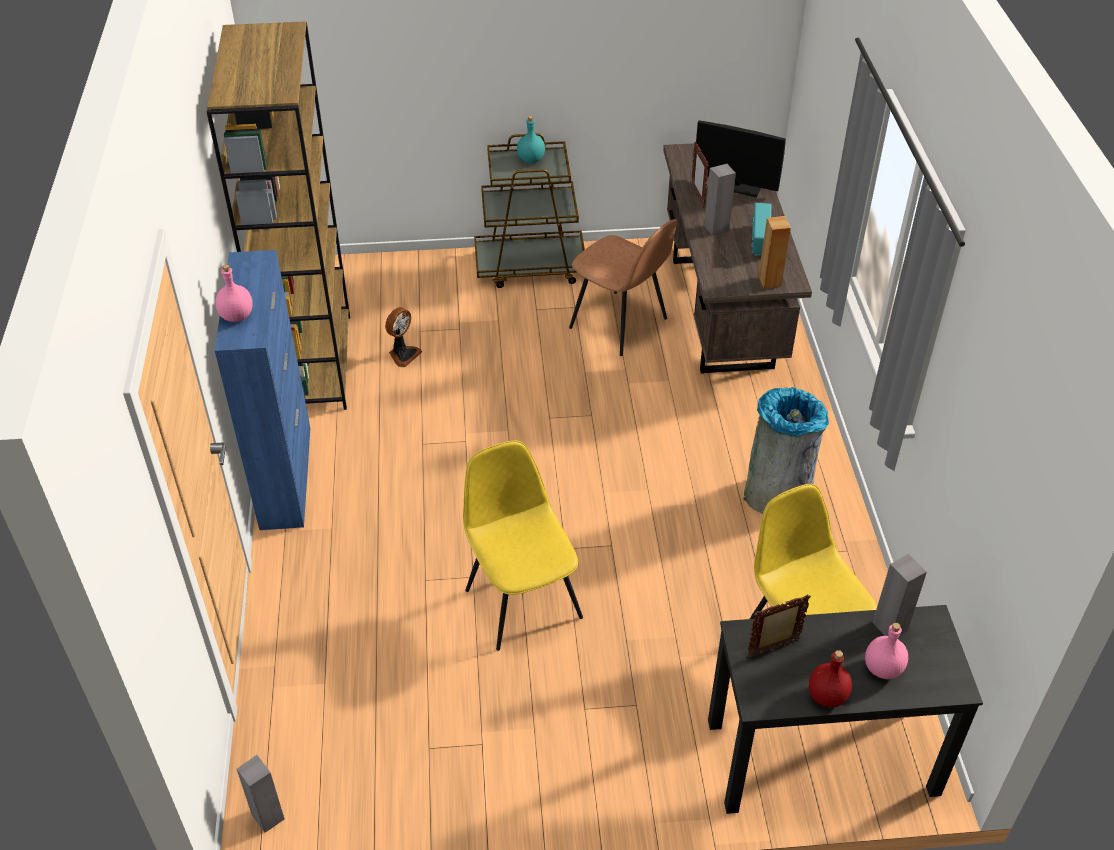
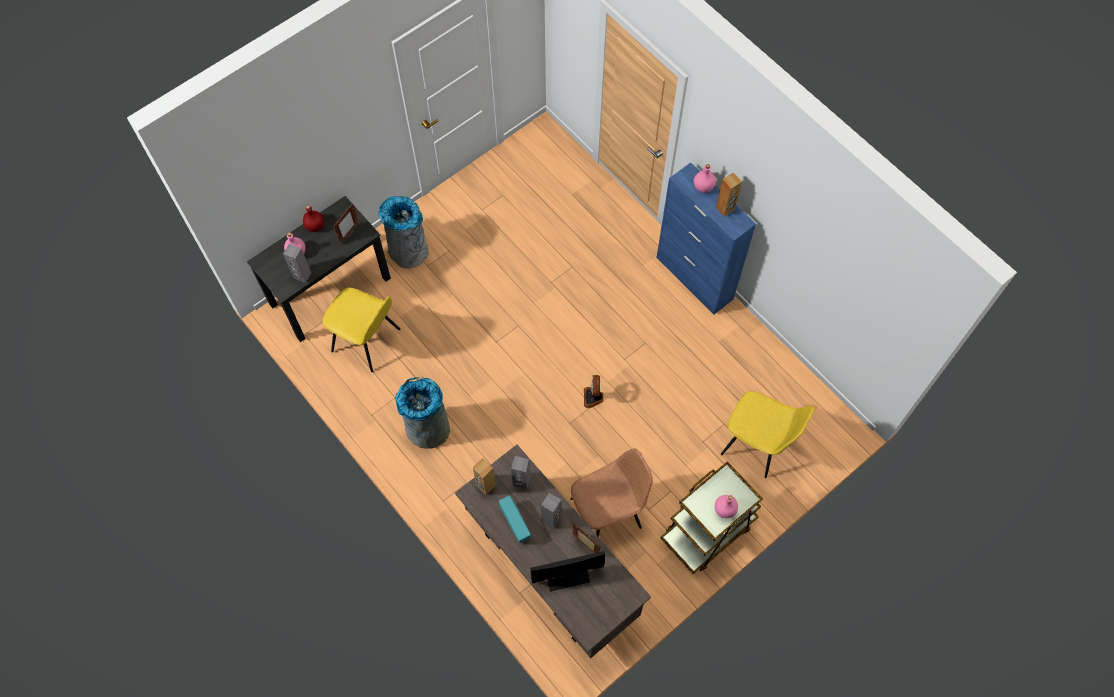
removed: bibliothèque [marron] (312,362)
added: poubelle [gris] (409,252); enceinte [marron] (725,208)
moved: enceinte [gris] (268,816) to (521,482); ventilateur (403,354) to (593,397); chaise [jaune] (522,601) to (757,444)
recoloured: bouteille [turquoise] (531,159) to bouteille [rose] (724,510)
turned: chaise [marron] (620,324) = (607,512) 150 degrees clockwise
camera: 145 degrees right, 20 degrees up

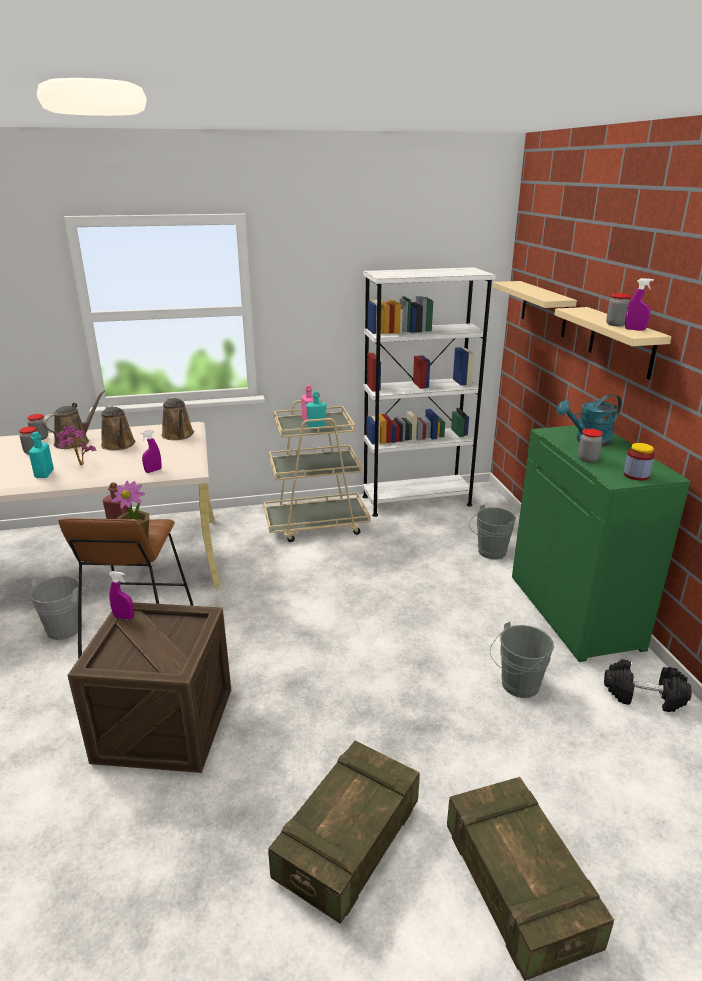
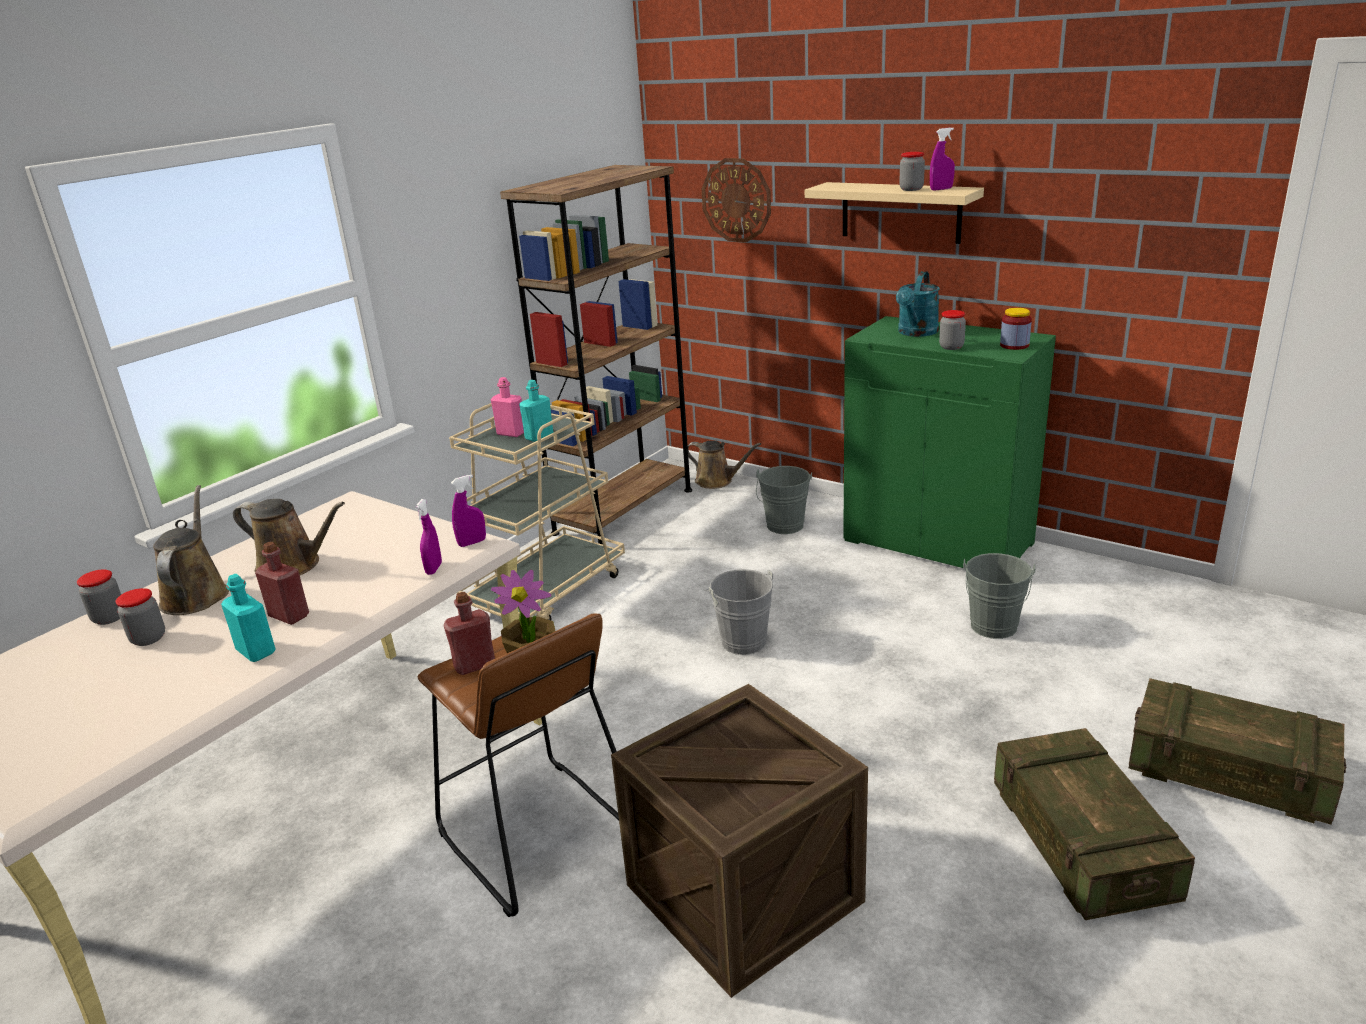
removed: haltère [noir] (643,697)
moved: vaporisateur [violet] (124,617) to (472,543); arrosoir [marron] (178,435) to (717,481); seau [gris] (67,627) to (741,639)
replaced: plante en pot (78,465) to bouteille [rouge] (289,616); étagère [beige] (544,308) to horloge murale (736,200)
recoloured: bibliothèque [blanc] (416,501) to bibliothèque [marron] (624,511)
camera: 40 degrees left, 0 degrees up

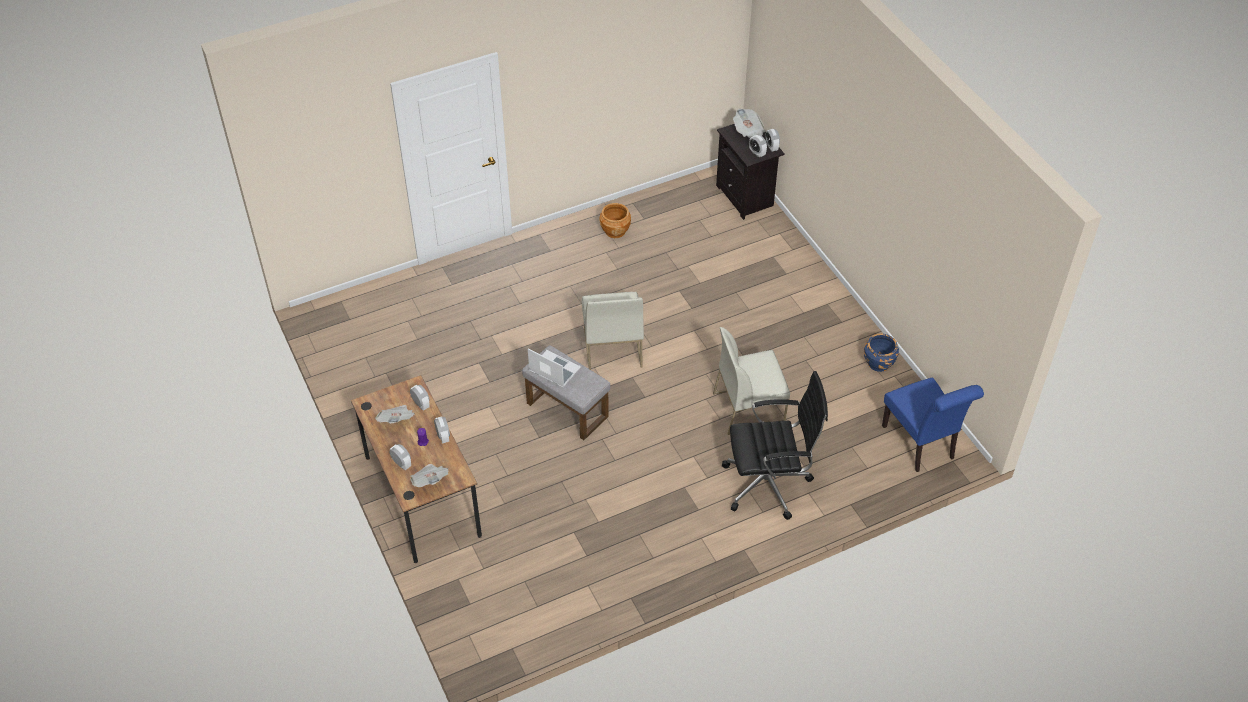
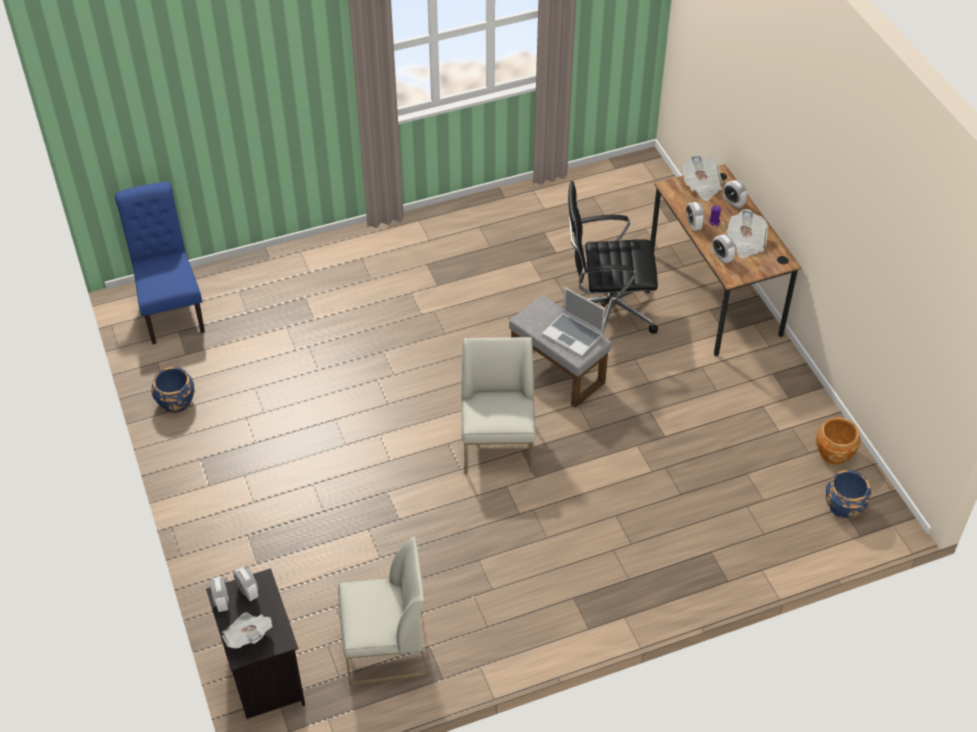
added: cache-pot [bleu] (843,506)
moved: chaise [blanc] (749,408) to (385,648); chaise de bureau [noir] (769,484) to (607,311); cache-pot [marron] (615,231) to (834,453)
camera: 175 degrees left, 0 degrees up

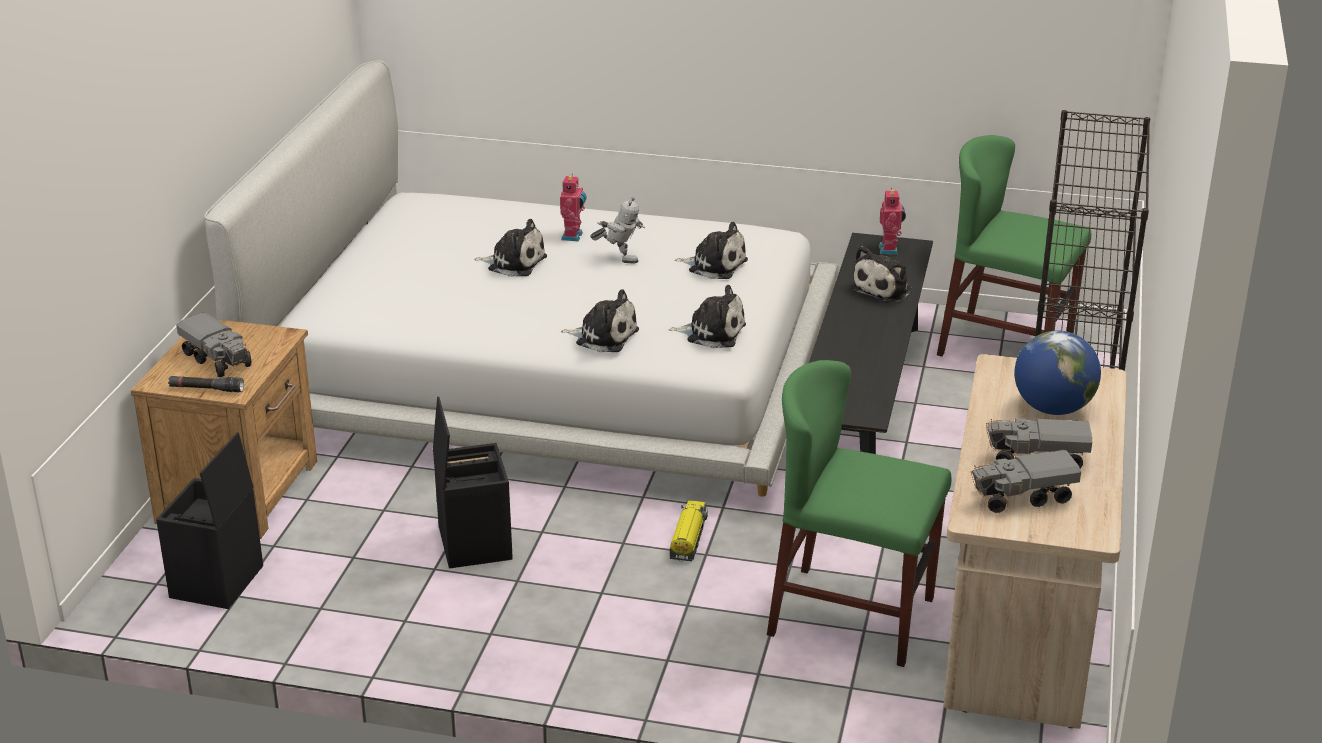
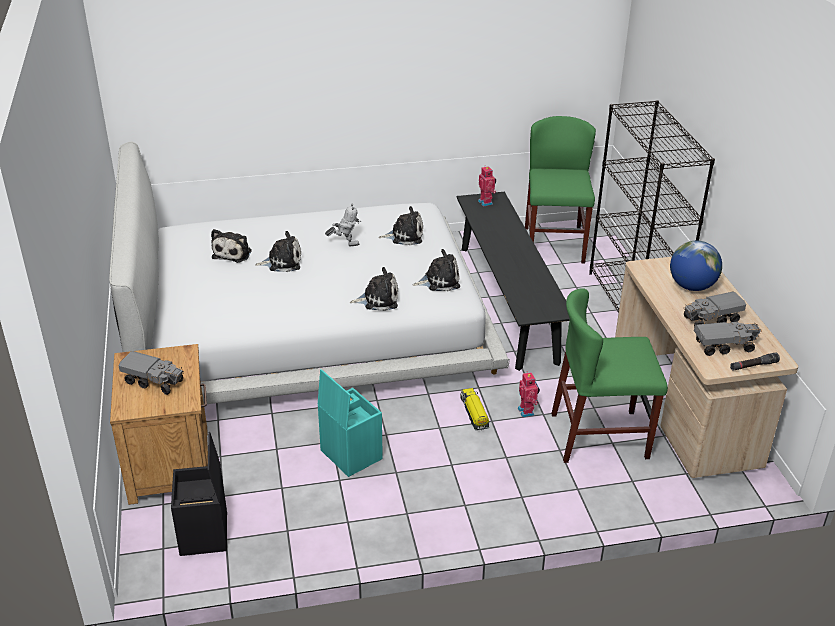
moved: peluche (884,289) to (233,253); robot jouet (573,236) to (527,411); lampe de poche [noir] (206,389) to (753,366)
recoloured: boîte de rangement [noir] (473,542) to boîte de rangement [turquoise] (349,454)
turned: chaise [vert] (1005,347) = (554,245) 90 degrees clockwise; camion jouet (1022,497) = (724,346) 150 degrees counterclockwise
camera: 25 degrees left, 5 degrees up

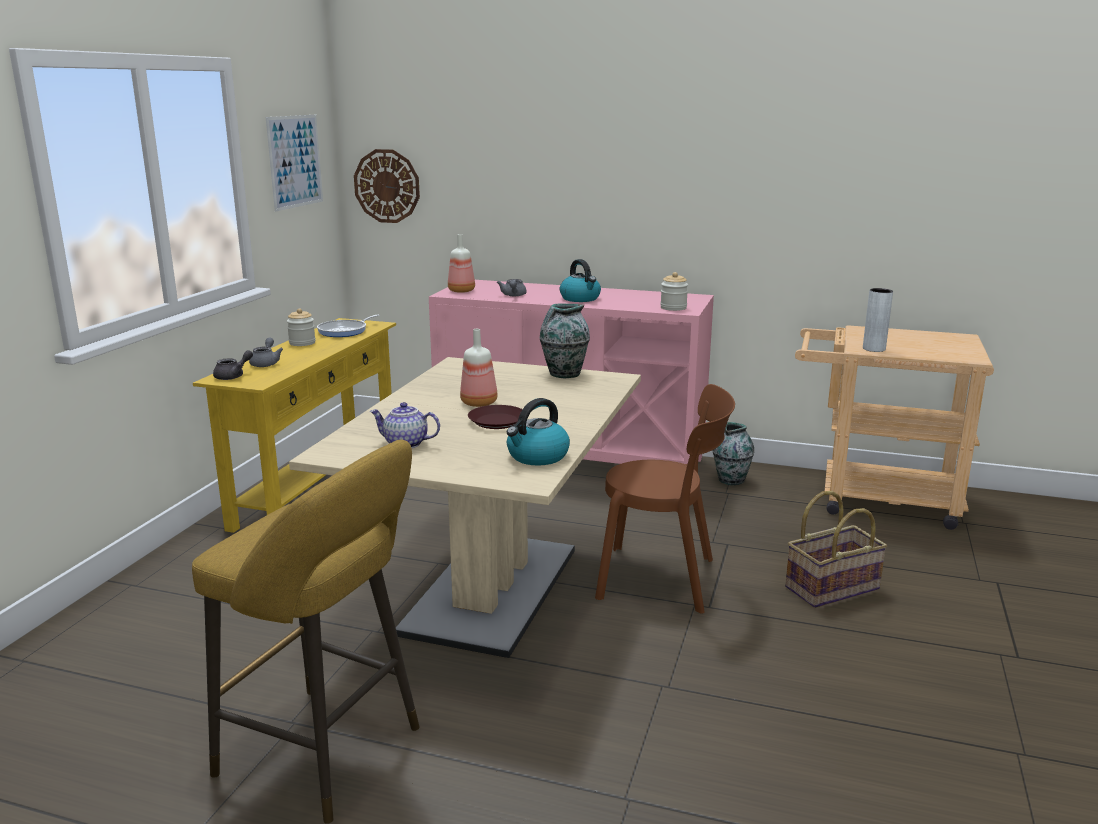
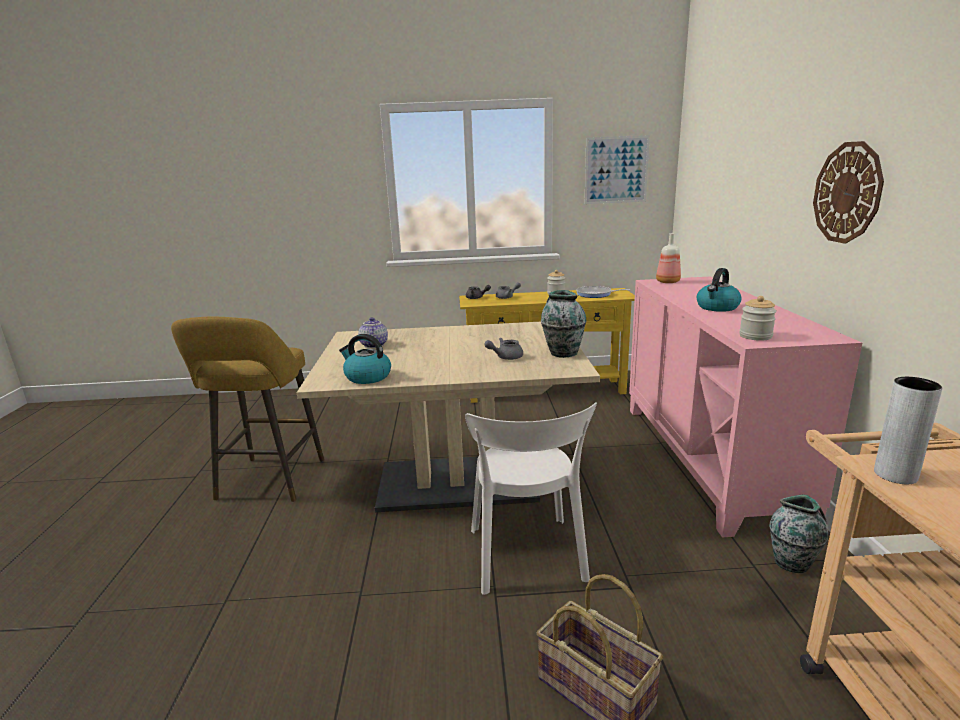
removed: bouteille (479,403); assiette [marron] (497,421)
moved: théière [gris] (513,295) to (505,357); horloge murale (387,186) to (847,193)
recoloured: chaise [marron] (663,579) to chaise [blanc] (527,558)
camera: 70 degrees right, 0 degrees up

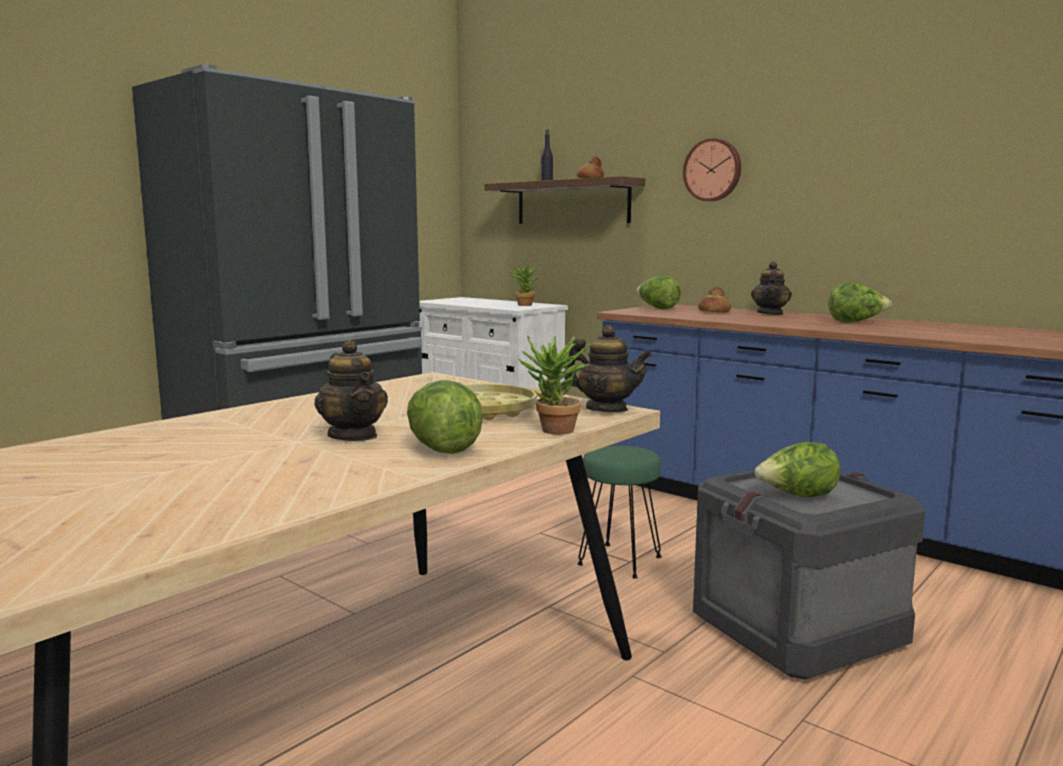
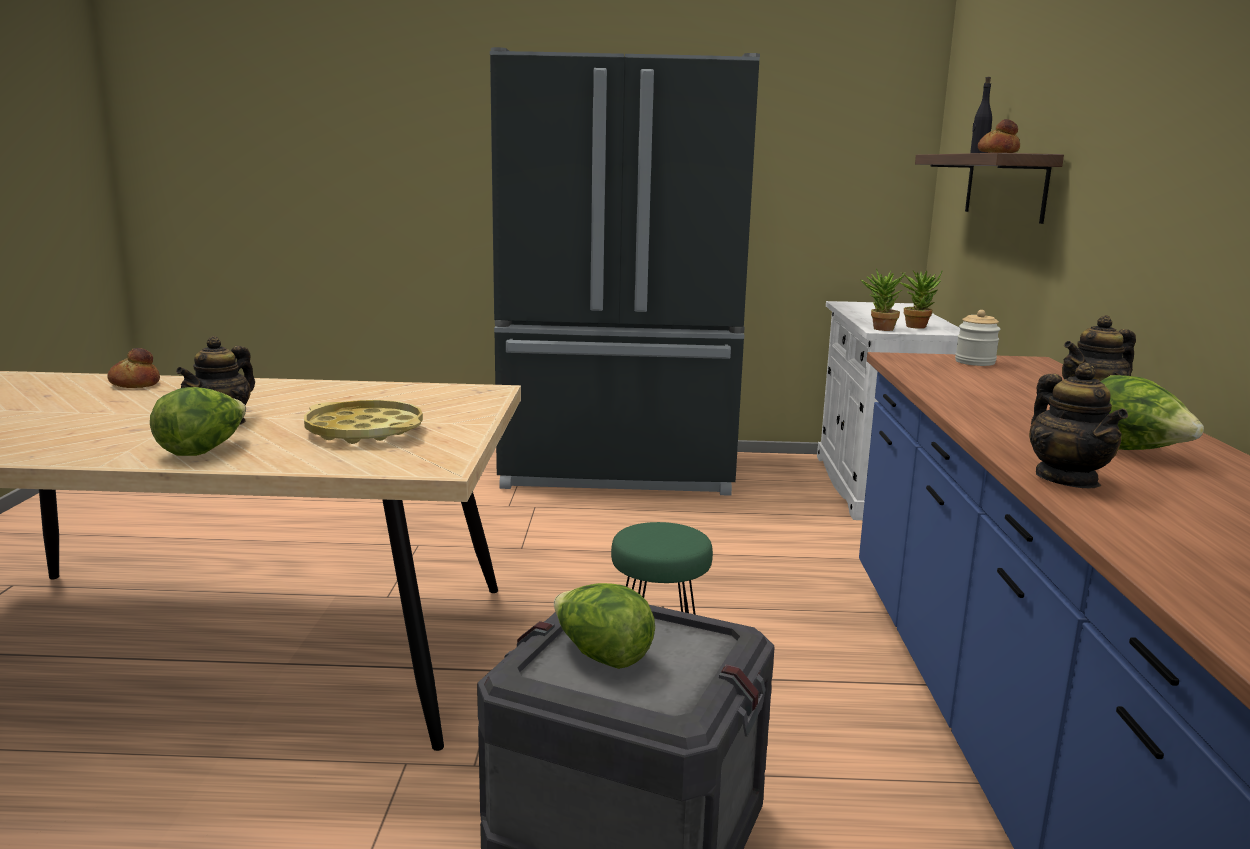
removed: horloge murale (713,170)
moved: pain (714,312) to (135,384); plante en pot (553,432) to (879,329); théière (606,409) to (1067,479)
replaced: laitue (657,308) to bocal (975,362)
camera: 50 degrees right, 5 degrees up

